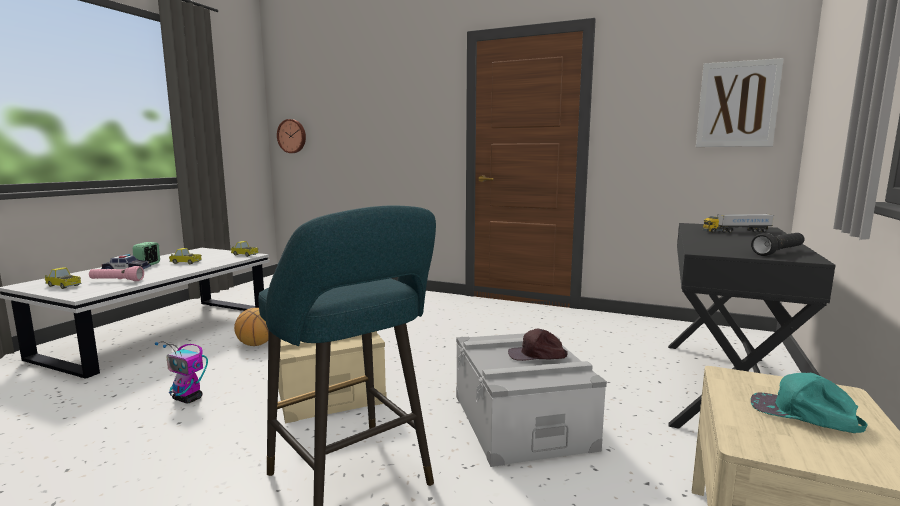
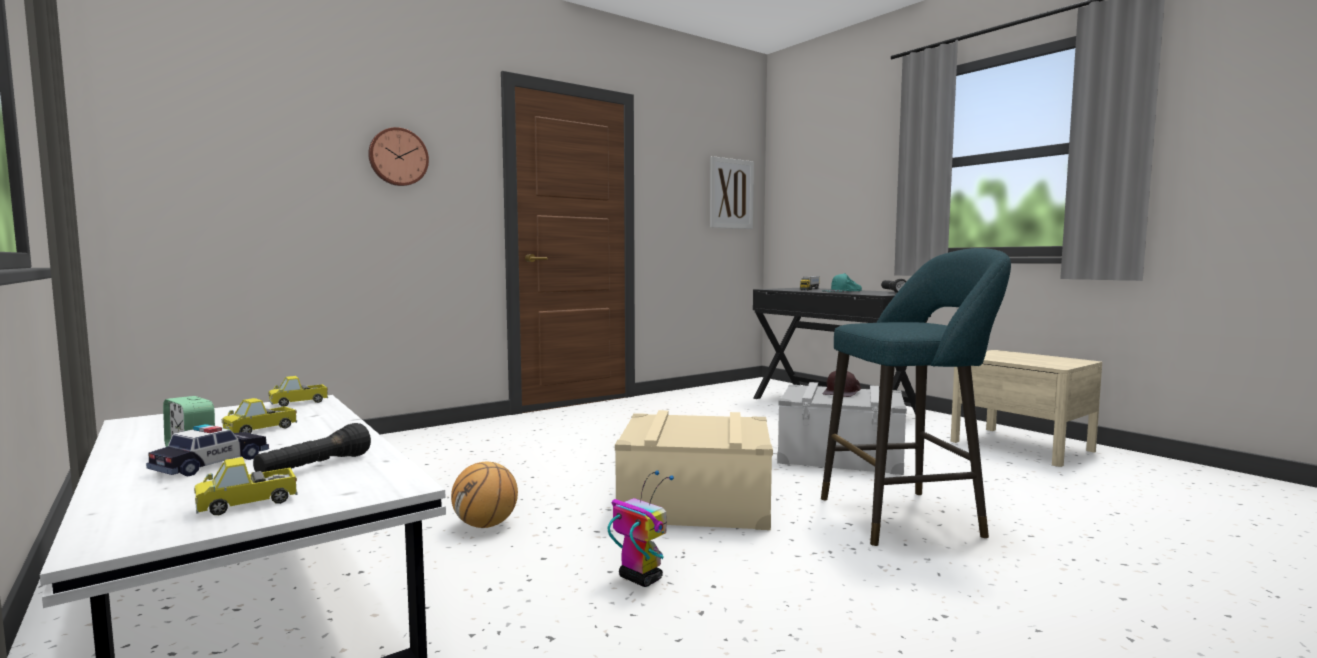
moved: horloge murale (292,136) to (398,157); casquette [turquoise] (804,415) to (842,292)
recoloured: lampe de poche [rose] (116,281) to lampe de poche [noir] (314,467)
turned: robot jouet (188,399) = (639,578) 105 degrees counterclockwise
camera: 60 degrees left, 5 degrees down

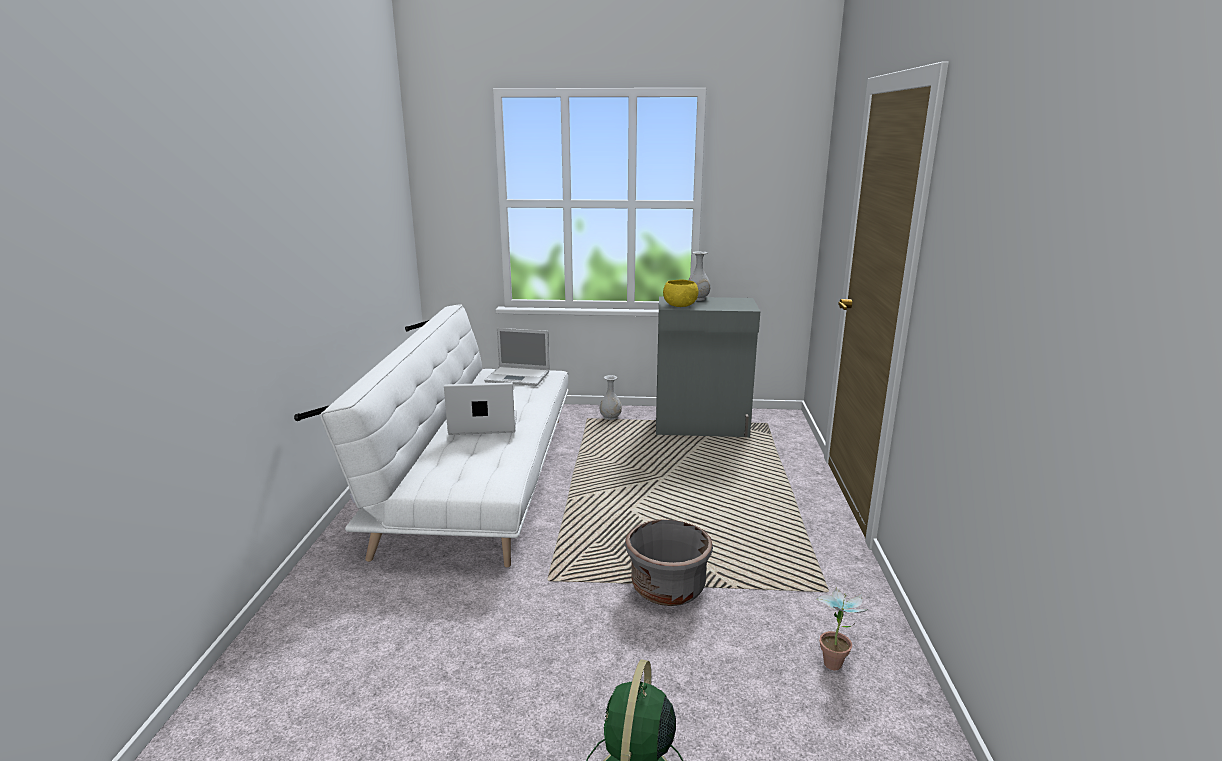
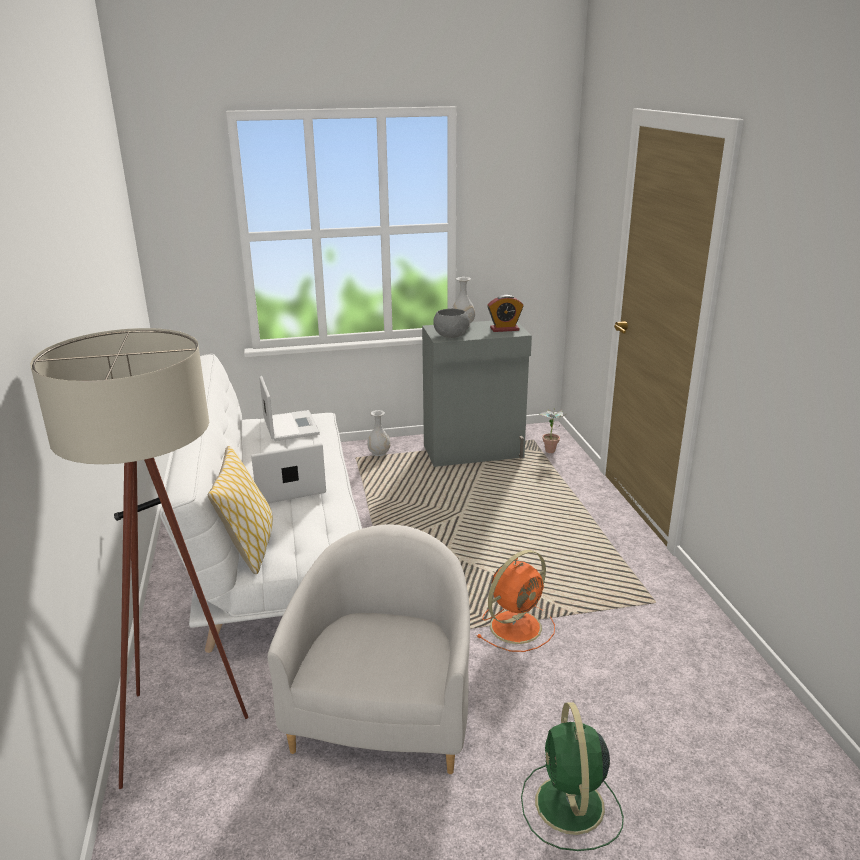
added: lampadaire [beige] (186,729); coussin (249,548); fauteuil [blanc] (384,712); réveil (504,329)
moved: plante en pot (835,660) to (551,449)
replaced: cache-pot [gris] (667,588) to ventilateur [orange] (517,625)
recoloured: bol [jaune] (680,305) to bol [gris] (451,336)
turned: ordinateur portable (519,376) = (290,426) 105 degrees counterclockwise
camera: 15 degrees left, 5 degrees up

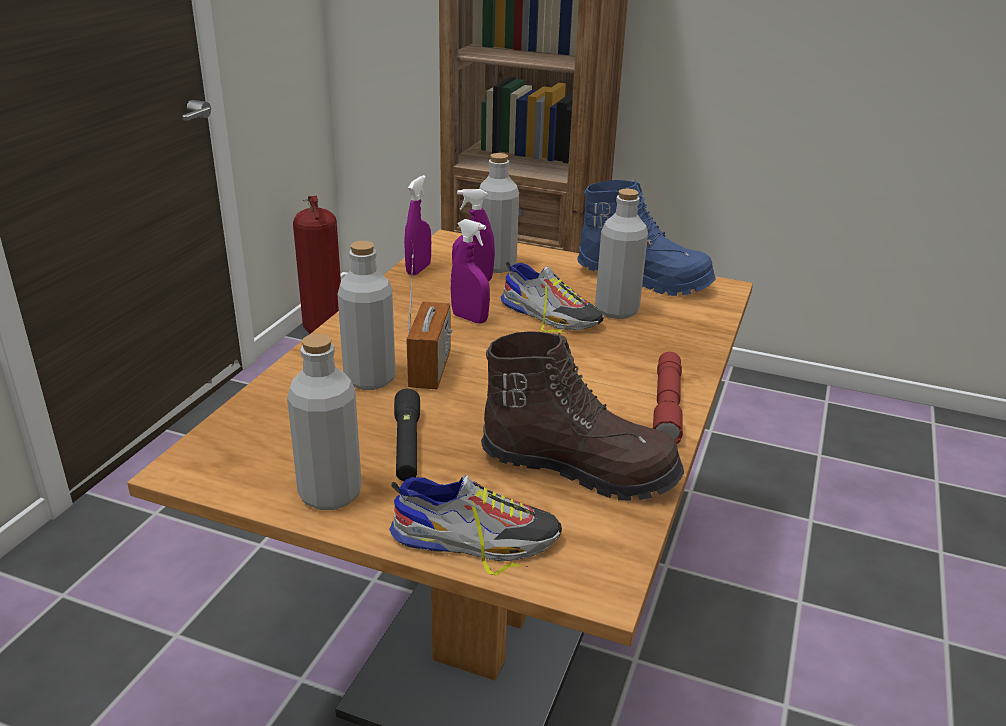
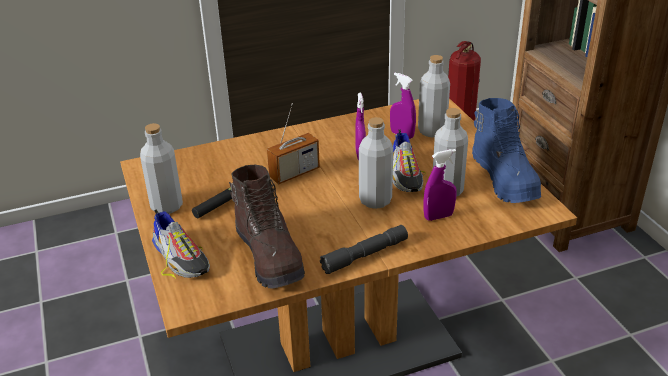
moved: bouteille [gris] (370,379) to (375,200); vaporisateur [violet] (418,269) to (438,216)
recoloured: lampe de poche [rouge] (666,407) to lampe de poche [gris] (365,255)
camera: 50 degrees right, 5 degrees up

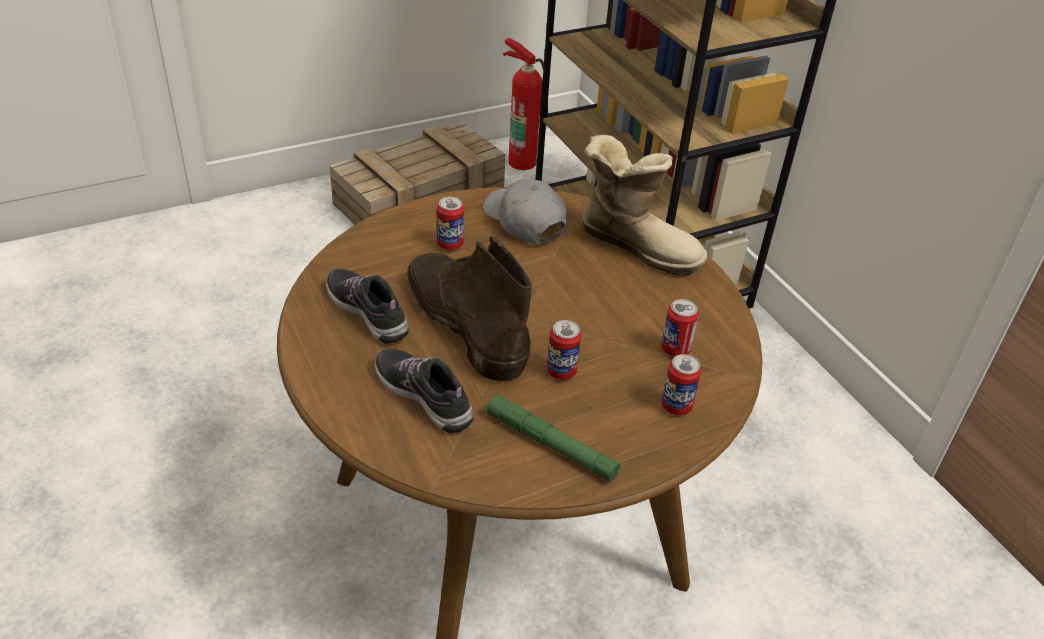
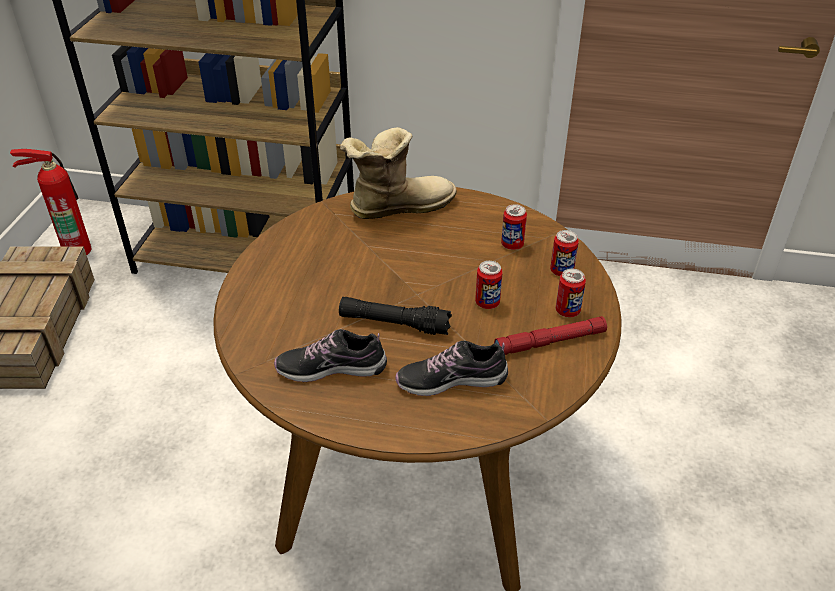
removed: casquette [gris] (524,221)
moved: boîte métallique (450,244) to (567,311)
replaced: botte [marron] (464,322) to lampe de poche [noir] (394,323)
recoloured: lampe de poche [vert] (551,445) to lampe de poche [rouge] (550,341)
camera: 50 degrees left, 0 degrees up

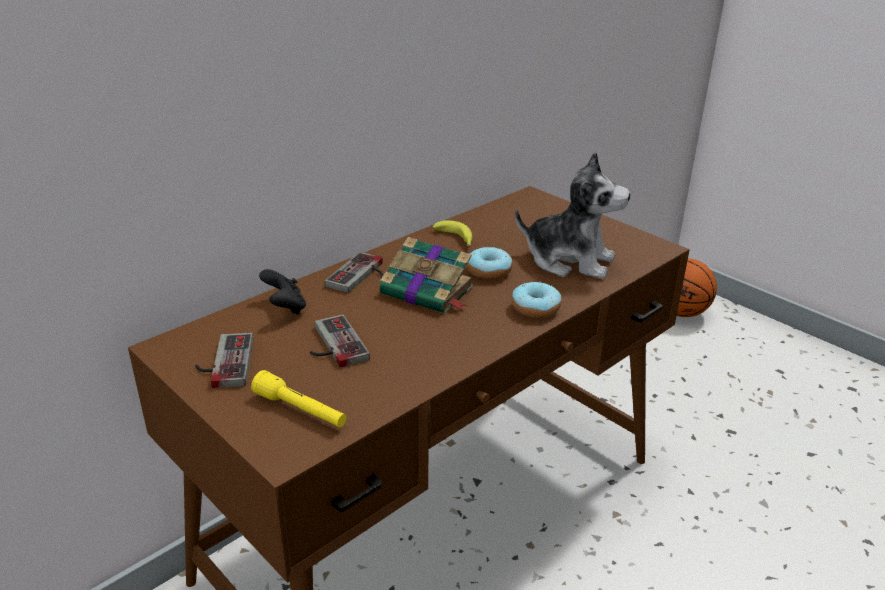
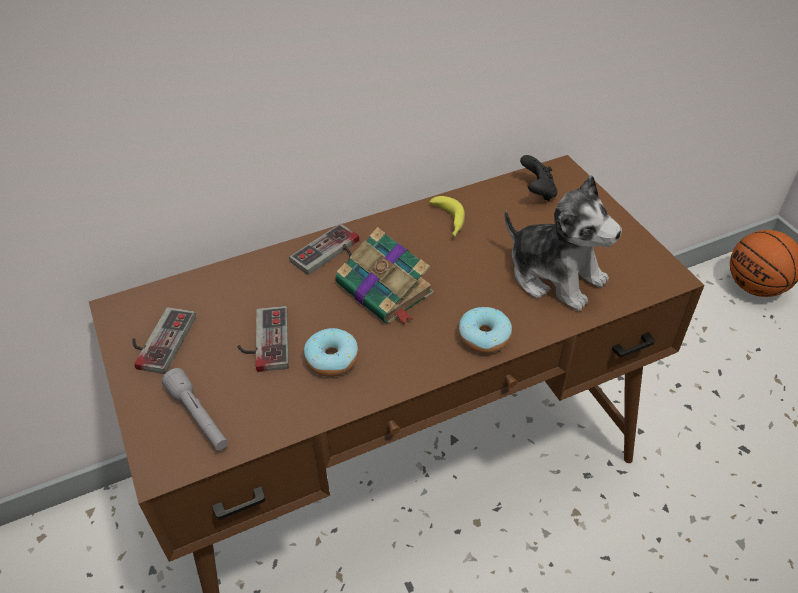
moved: beignet (489,271) to (332,359); manette [noir] (285,308) to (537,192)
recoloured: lampe de poche [jaune] (300,410) to lampe de poche [gris] (198,417)
camera: 20 degrees right, 15 degrees up

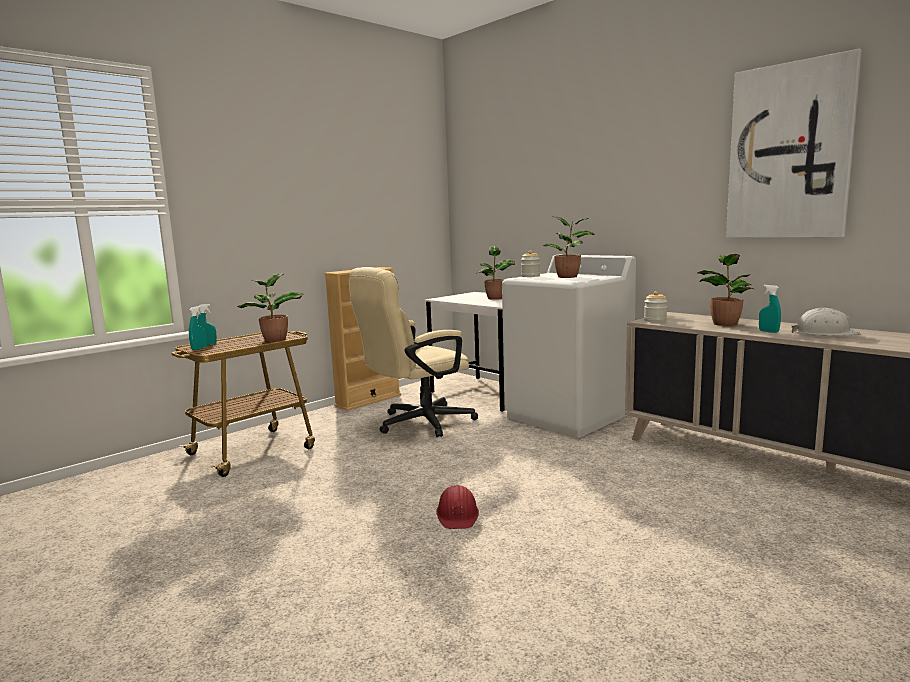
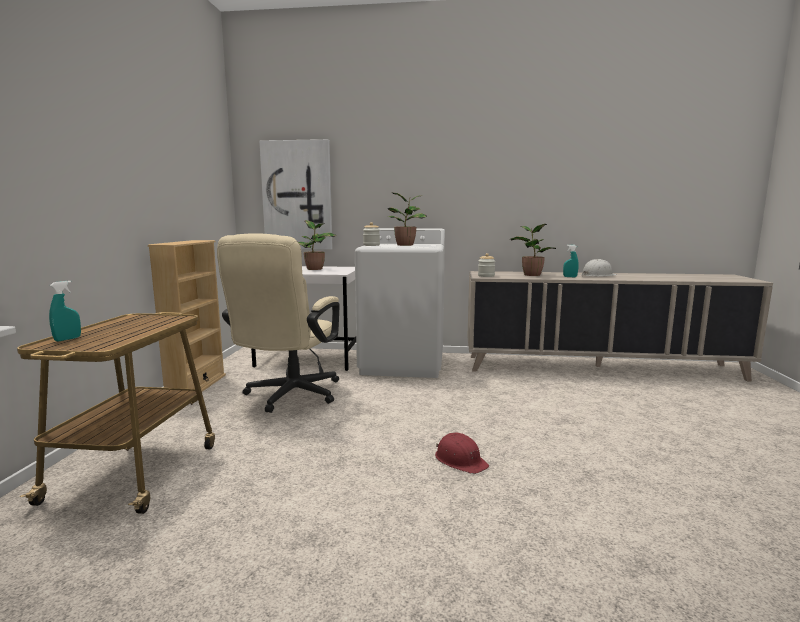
removed: vaporisateur [turquoise] (199,349); plante en pot (274,340)
moved: tableau (789,152) to (297,196)
camera: 40 degrees left, 0 degrees up

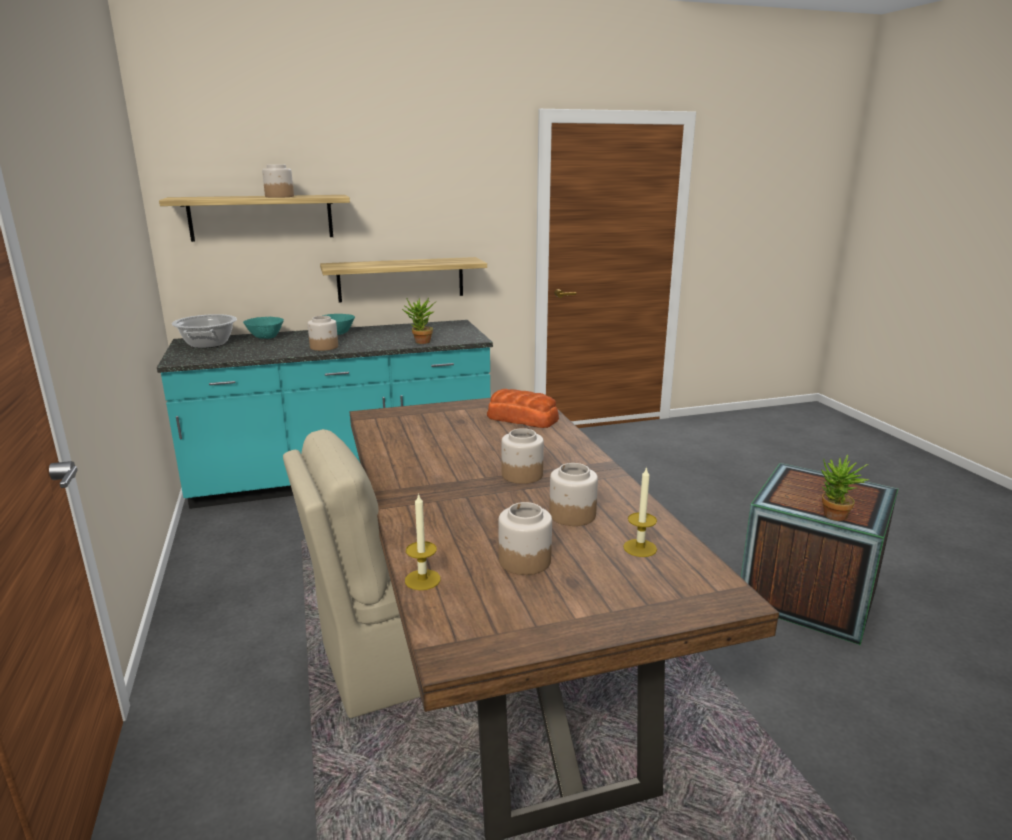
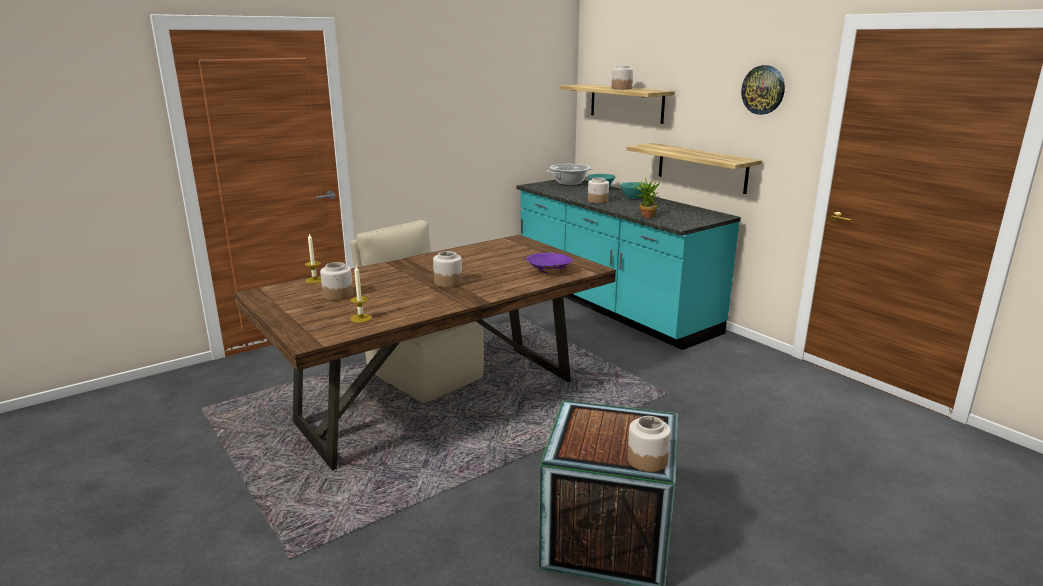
removed: plante en pot (834,518)
added: horloge murale (763,90)
moved: bocal (571,515) to (647,460)
replaced: pain (522,418) to bol [violet] (549,271)
camera: 70 degrees right, 0 degrees up

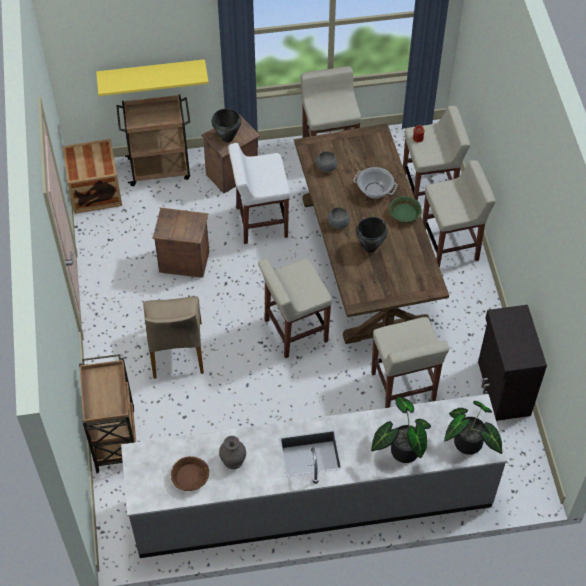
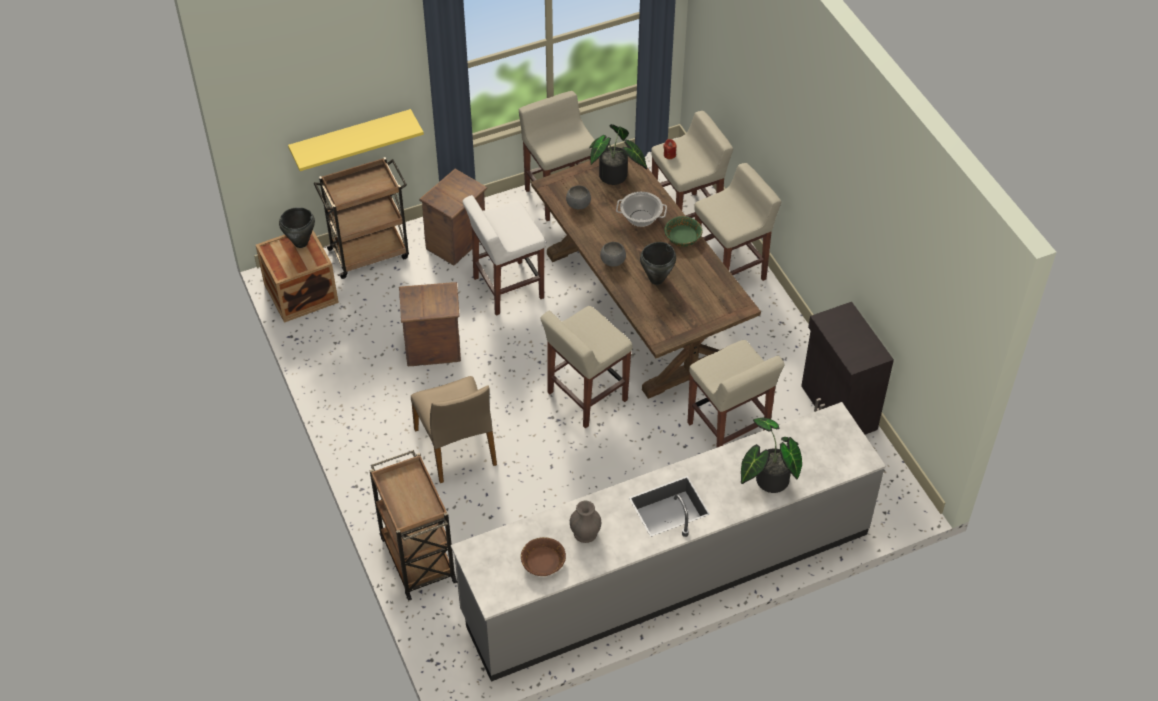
moved: marmite [noir] (227,138) to (301,243); plante en pot (469,445) to (614,178)
camera: 15 degrees left, 5 degrees down

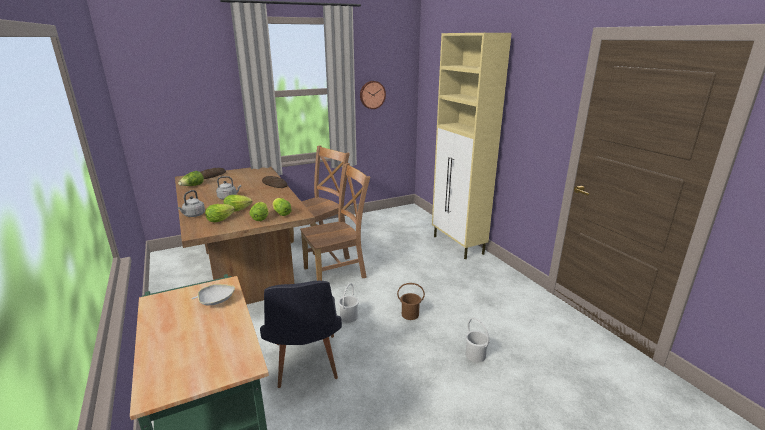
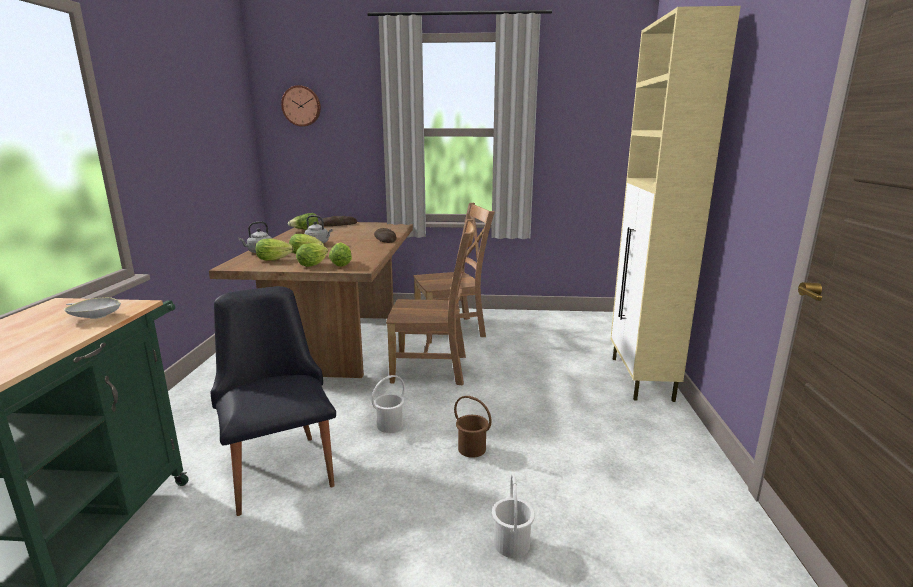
moved: horloge murale (372,94) to (301,106)
turned: chaise [noir] (305,366) = (280,464) 135 degrees clockwise
camera: 30 degrees right, 5 degrees down

